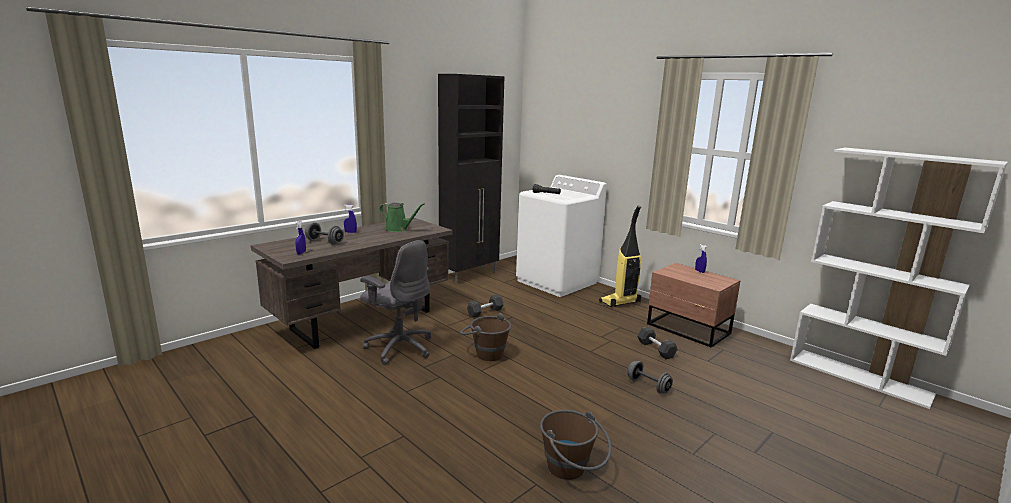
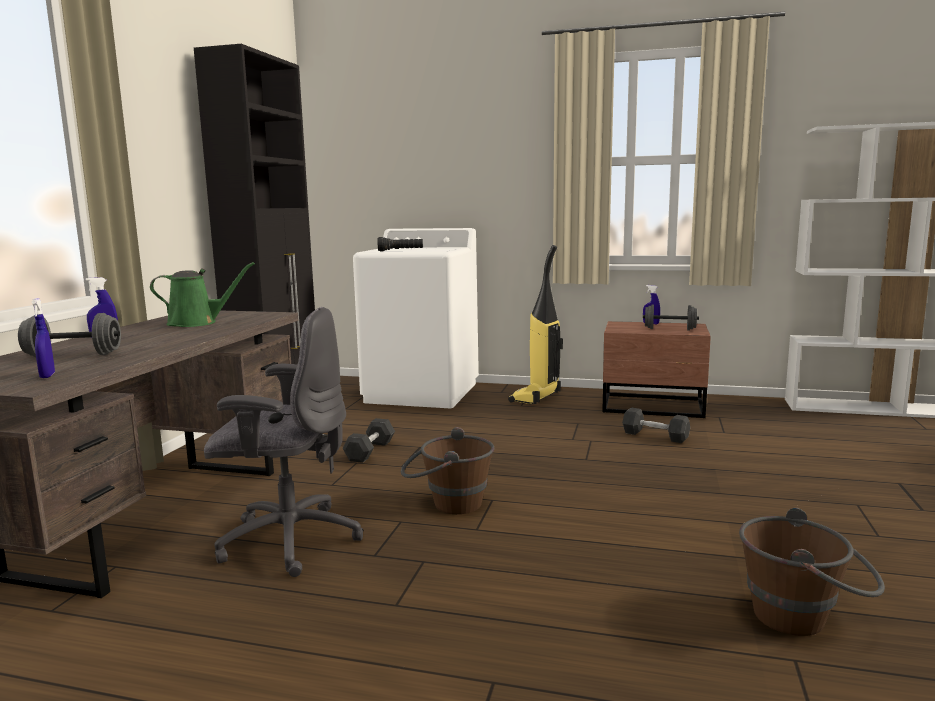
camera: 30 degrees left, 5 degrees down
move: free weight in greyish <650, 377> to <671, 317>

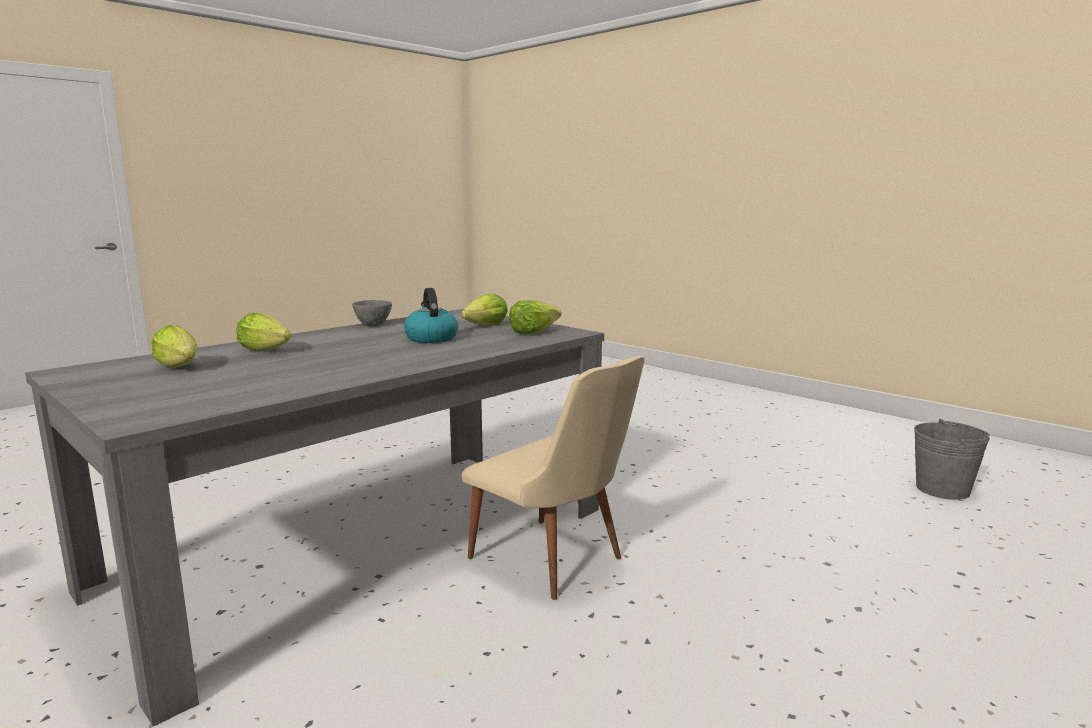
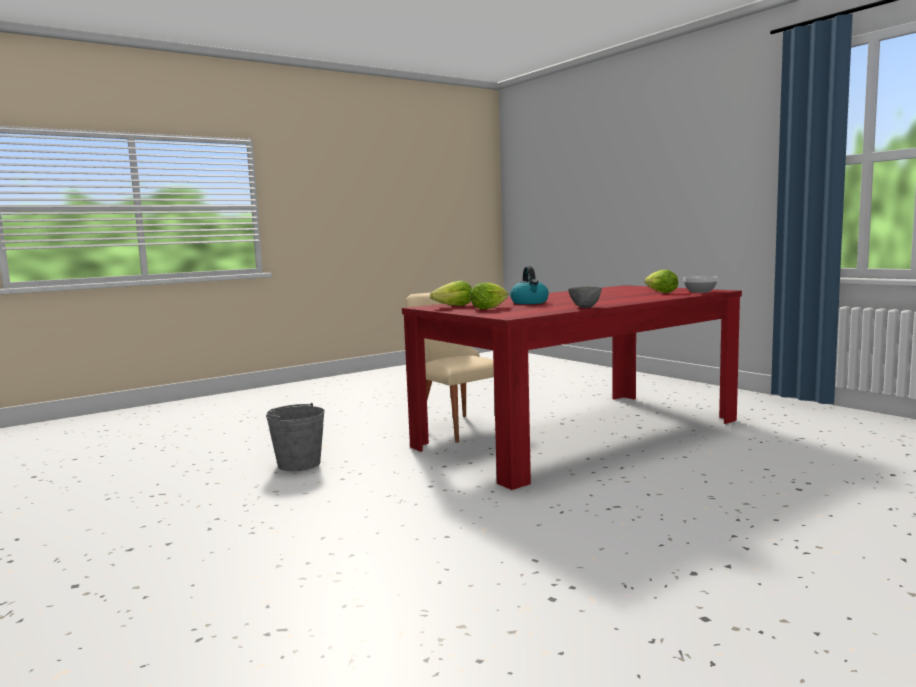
camera: 170 degrees left, 5 degrees down
delete: lettuce head <263, 332>
insert: deep dish <701, 284>
move: water bucket in greyish <952, 459> to <295, 437>
recolor: dining table in greyish <314, 518> to dining table in red <572, 387>

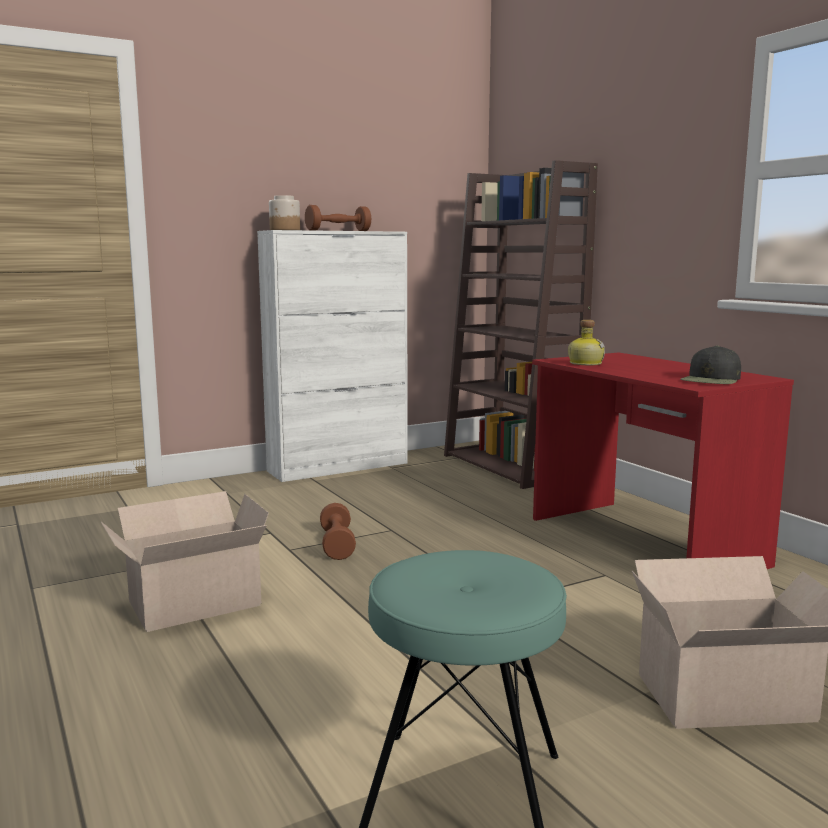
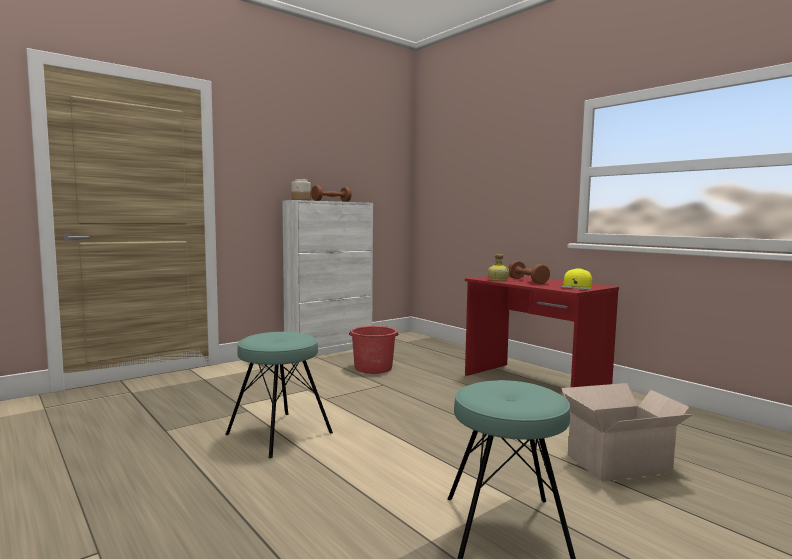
camera: 10 degrees left, 5 degrees down
delete: shelving unit in brownish <521, 324>
insert: water bucket in red <374, 350>
move: free weight in brownish <338, 531> to <529, 272>
replace: cardboard box <185, 561> to stool in turquoise <279, 395>
recolor: baseball cap in blackish <710, 365> to baseball cap in yellowish <576, 278>

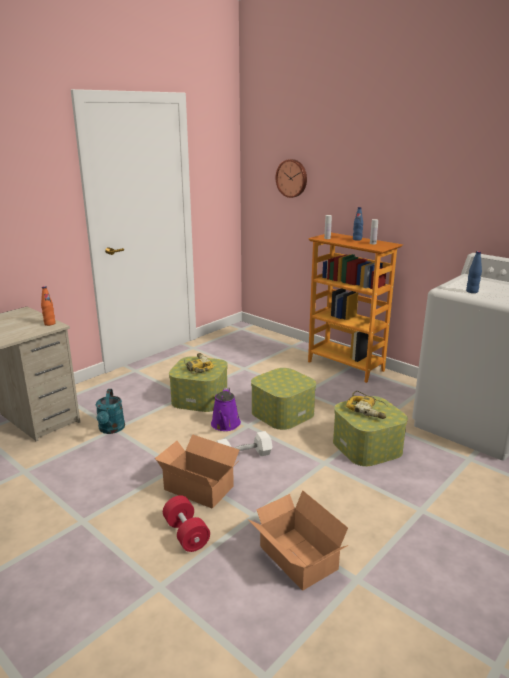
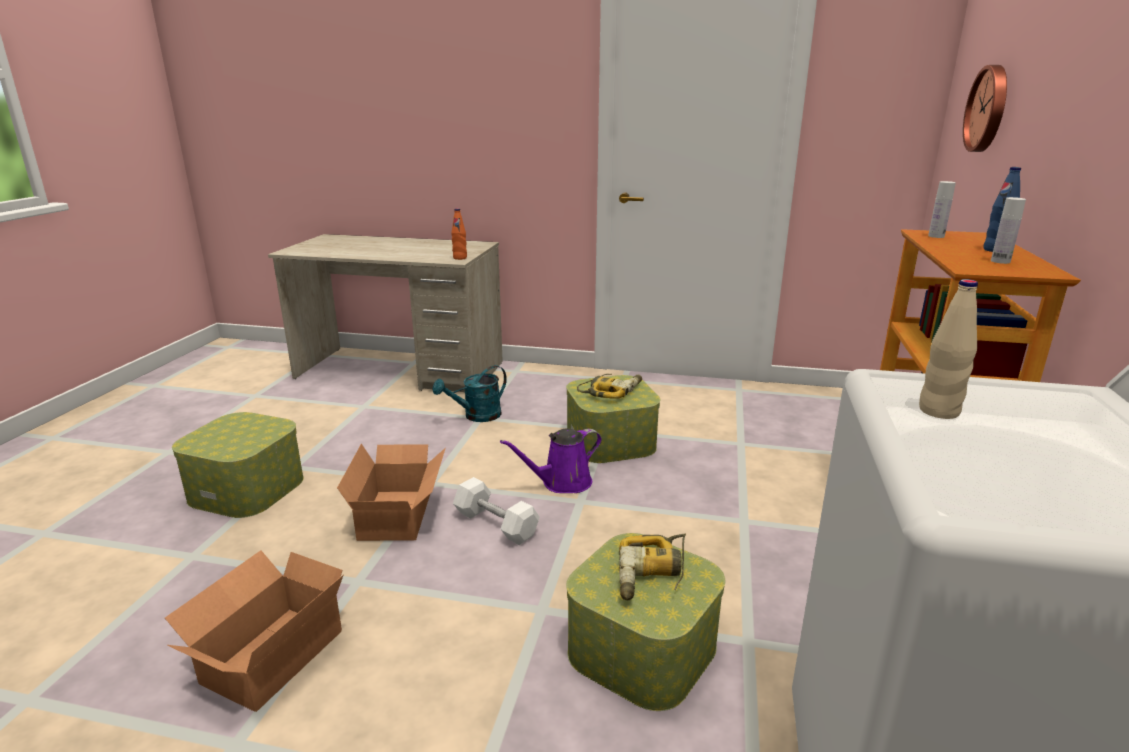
camera: 60 degrees right, 0 degrees up
delete: free weight in red <186, 523>
move: storage bin <283, 399> to <238, 465>
recolor: bottle in blue <474, 272> to bottle in sand-coloured <948, 349>

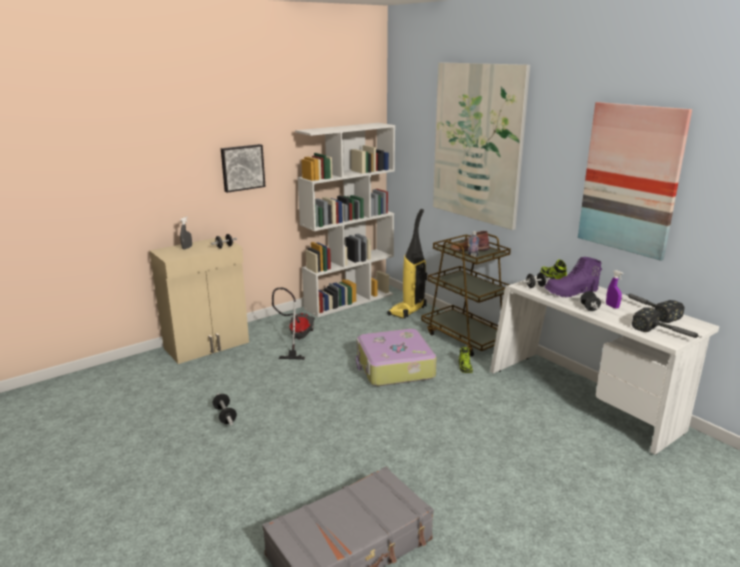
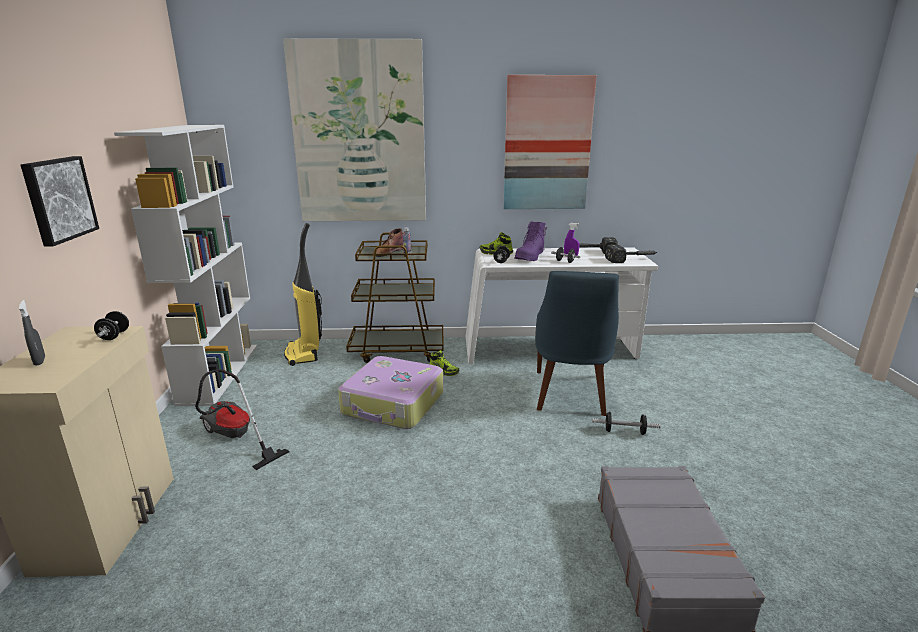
camera: 55 degrees left, 0 degrees up
insert: plain chair in blue <577, 343>
move: free weight <225, 409> to <626, 423>

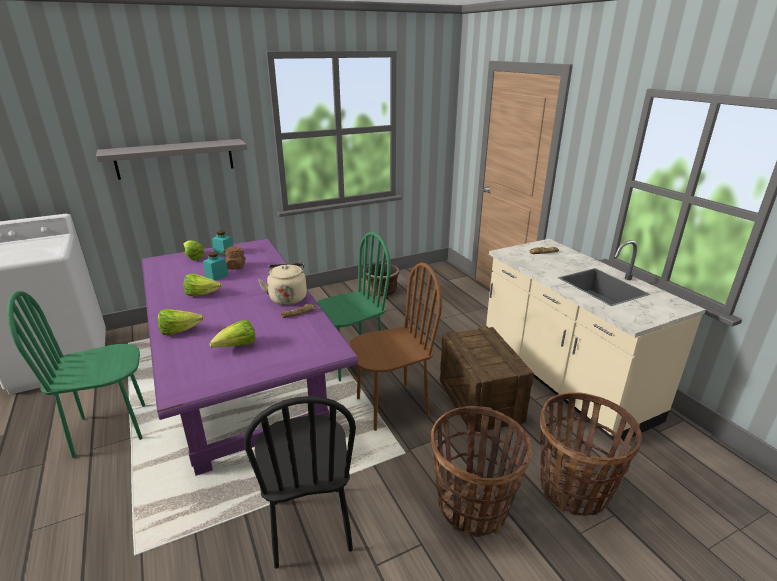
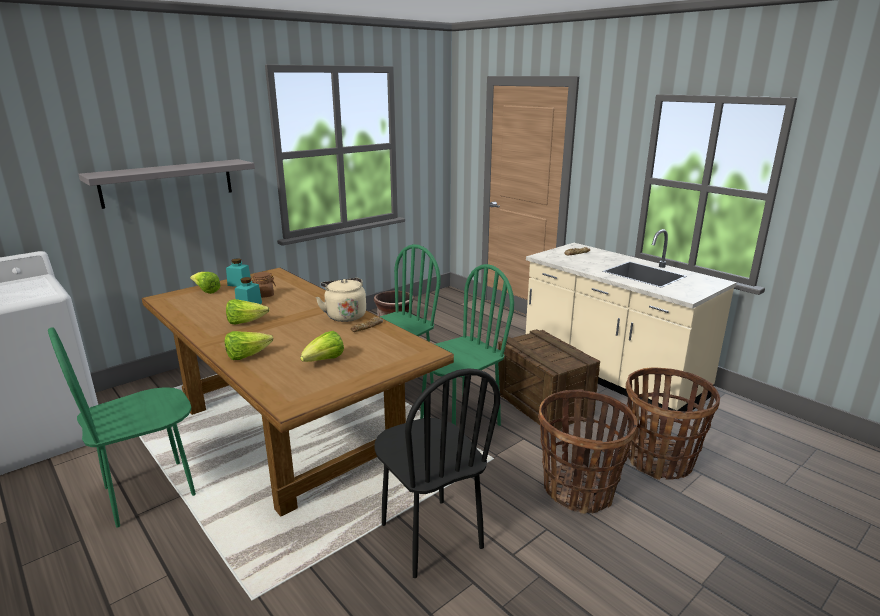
camera: 15 degrees left, 5 degrees down
recolor: dining table in purplish <250, 357> to dining table in brownish <298, 392>; plain chair in brownish <395, 347> to plain chair in green-coloured <467, 345>

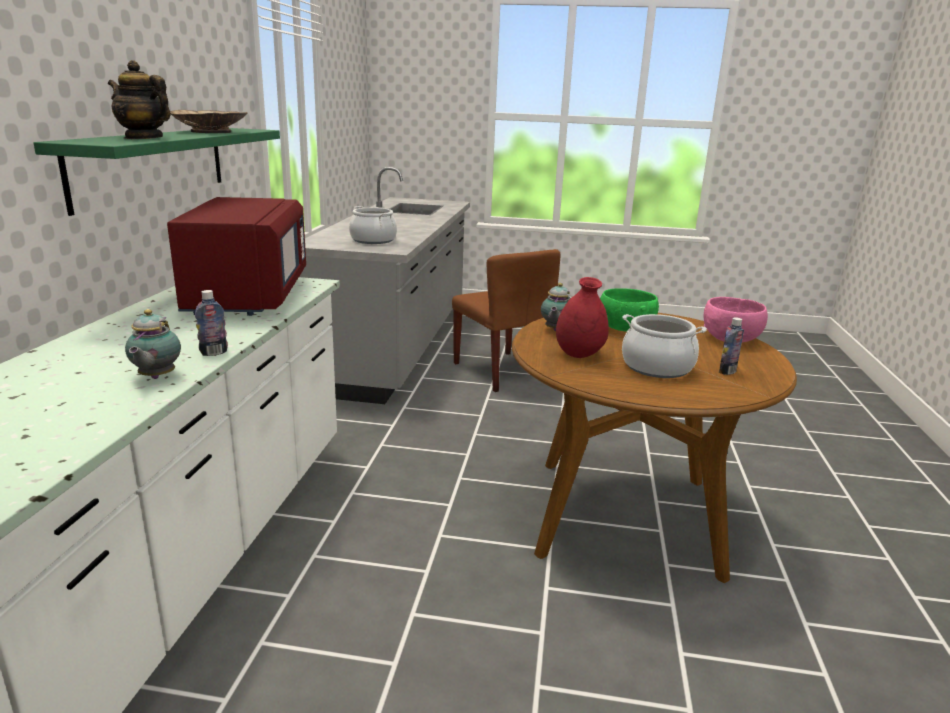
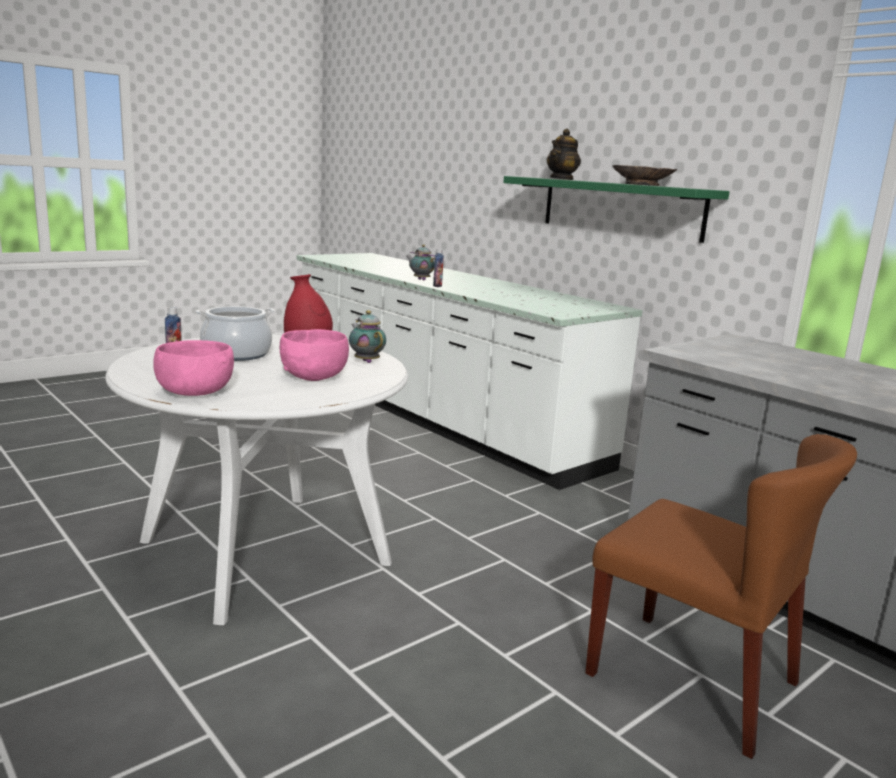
camera: 130 degrees right, 5 degrees down
delete: kitchen microwave in red <236, 256>; stockpot <373, 225>
recolor: deep dish in green-coloured <629, 310> to deep dish in pink <314, 355>; dining table in brownish <654, 448> to dining table in white-coloured <256, 480>
rotate: pot for tea <139, 99> = <563, 154> 150 degrees clockwise; plain chair in brownish <506, 320> = <721, 596> 150 degrees counterclockwise

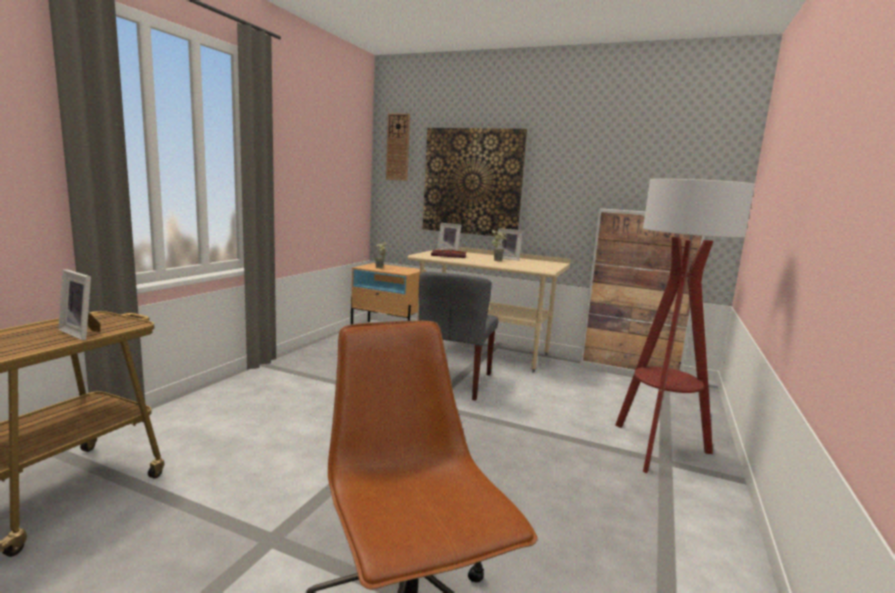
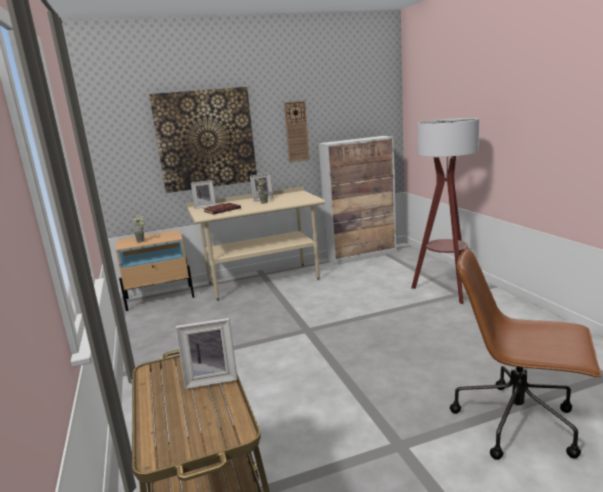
camera: 40 degrees left, 5 degrees up
delete: plain chair in greyish <458, 336>
move: clock on the wall <398, 147> to <297, 131>

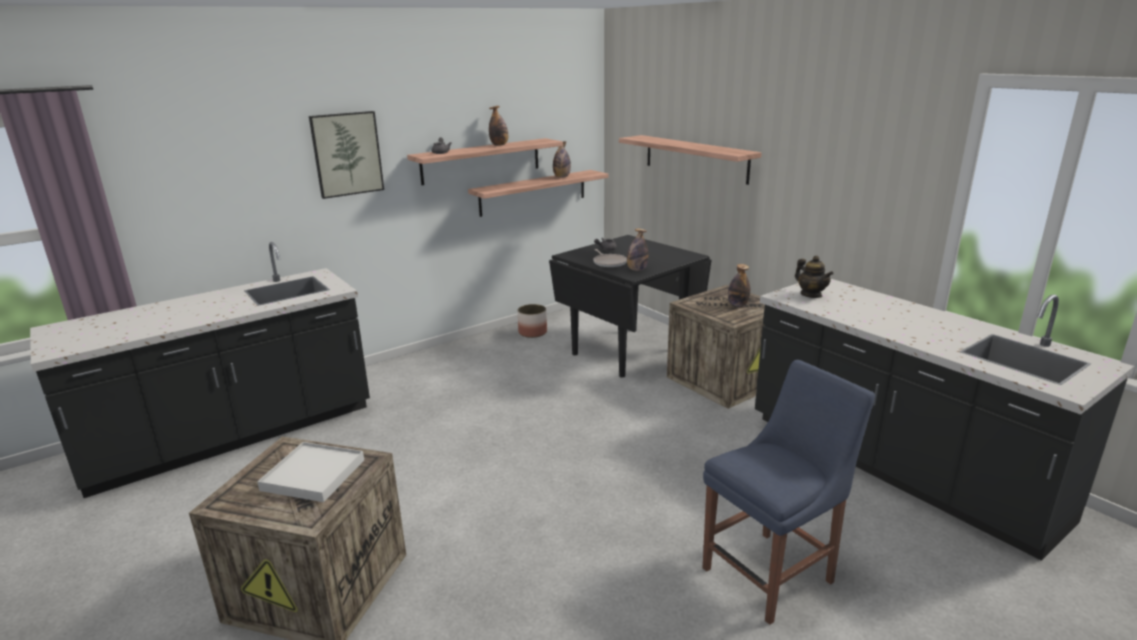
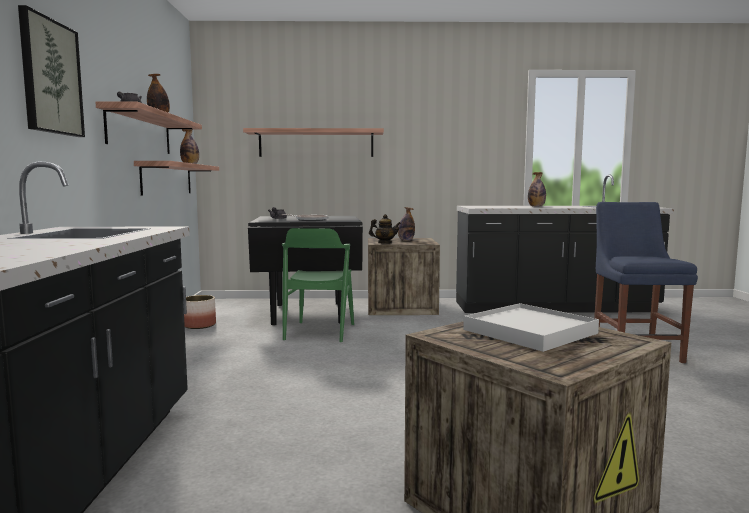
camera: 55 degrees left, 15 degrees down
insert: plain chair in green-coloured <318, 285>
move: bottle <638, 250> to <537, 189>; pot for tea <814, 277> to <385, 229>

